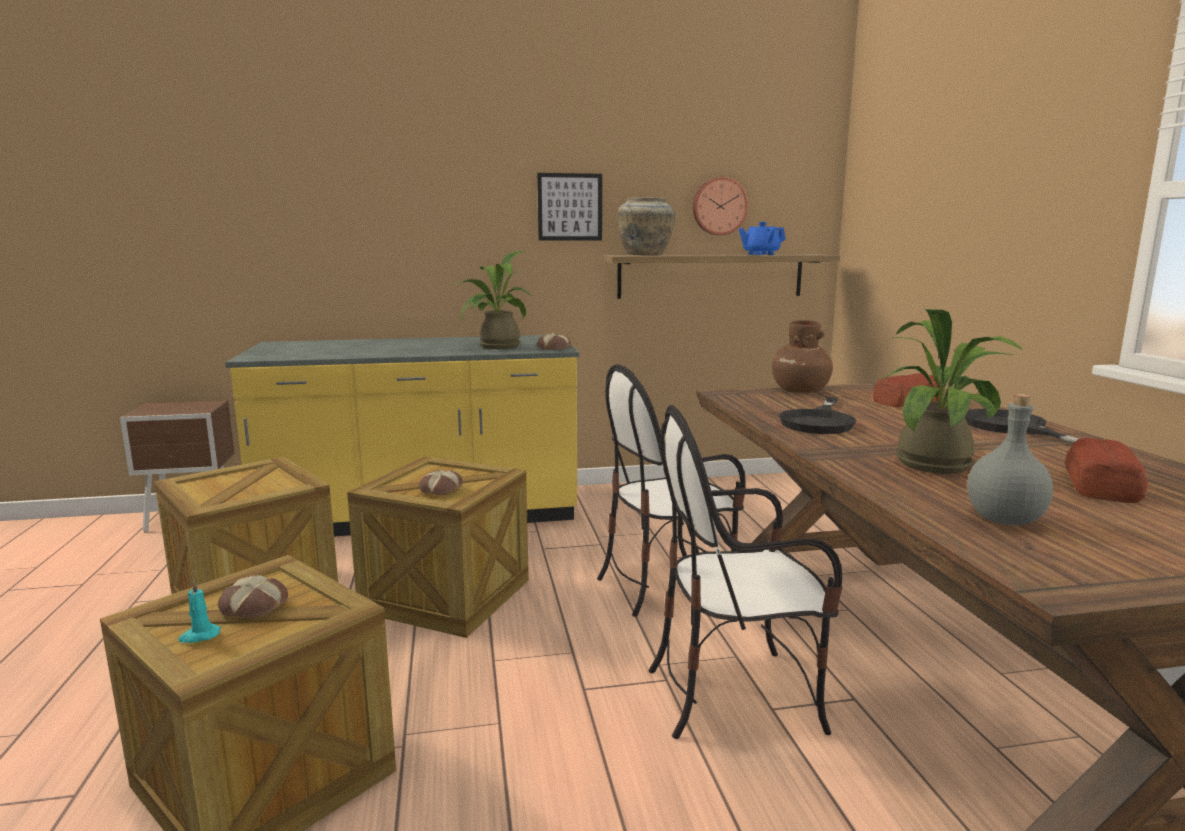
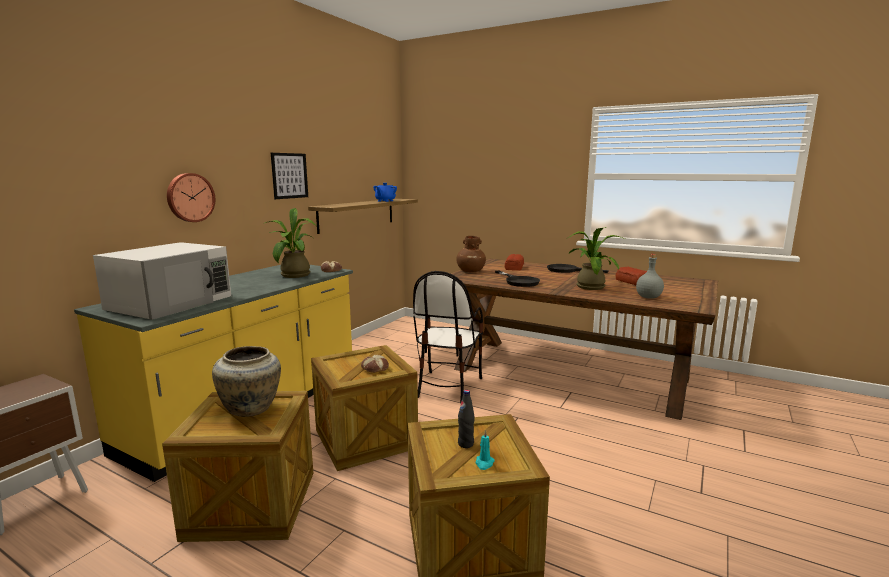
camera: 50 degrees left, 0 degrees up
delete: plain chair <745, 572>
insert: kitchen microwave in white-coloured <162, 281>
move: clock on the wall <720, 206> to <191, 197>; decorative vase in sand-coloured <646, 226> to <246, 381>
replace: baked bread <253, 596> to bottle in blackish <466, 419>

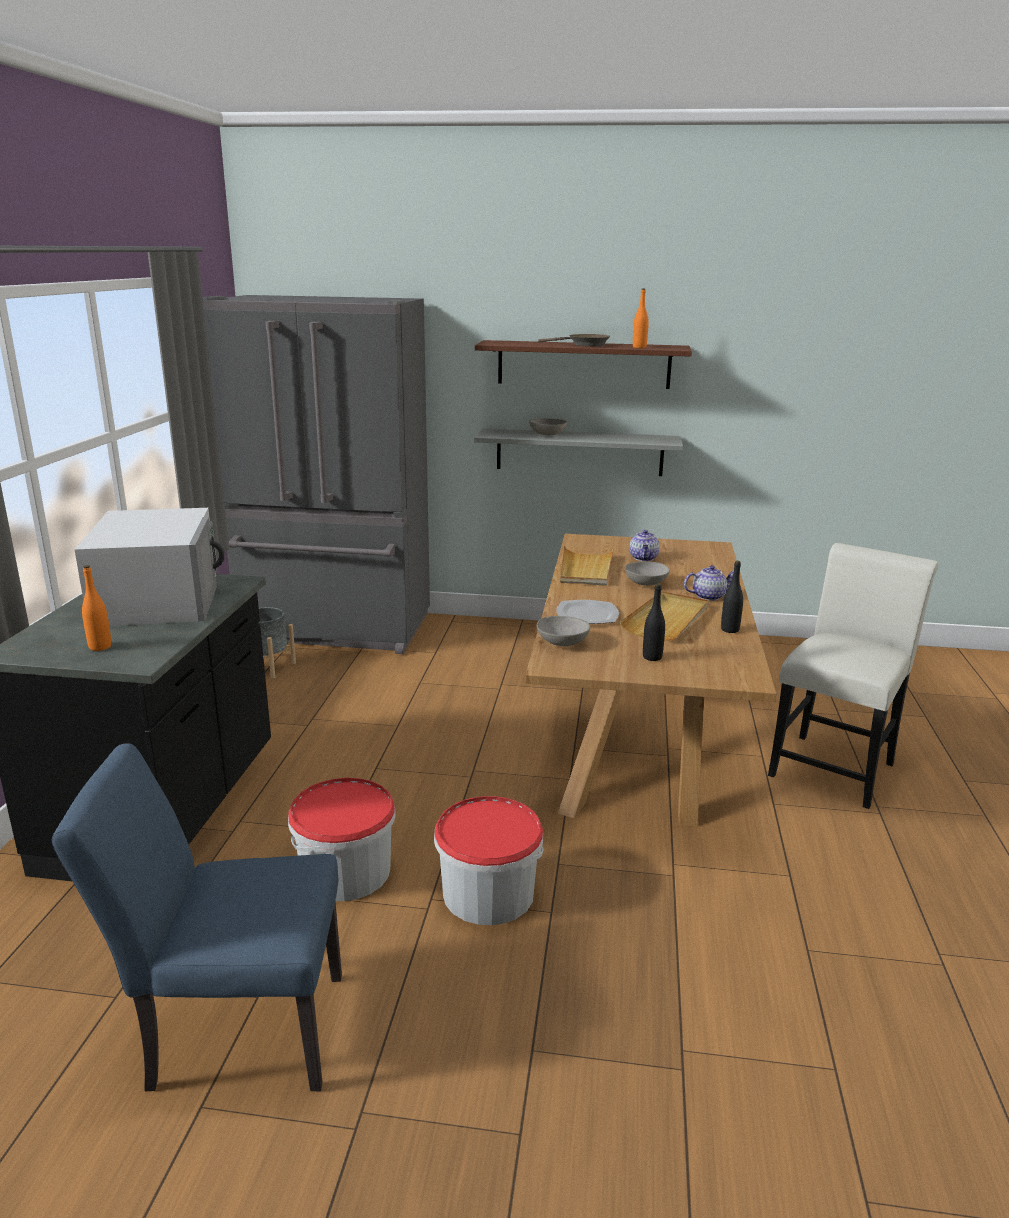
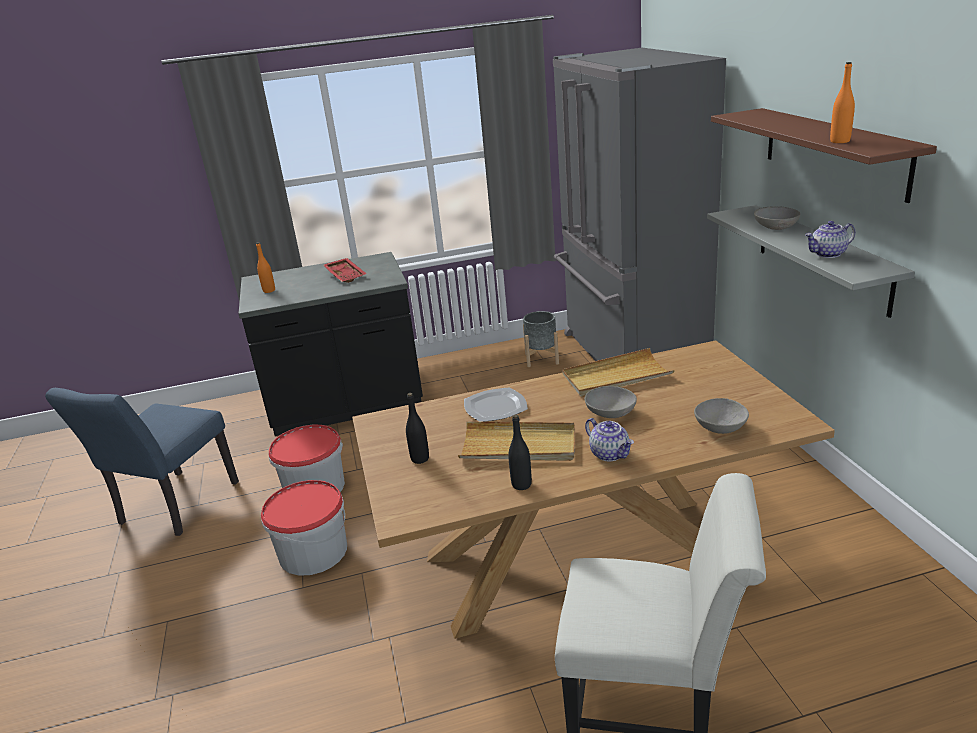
camera: 70 degrees right, 5 degrees up
delete: skillet in brownish <574, 340>
move: pot for tea <644, 545> to <830, 239>; deep dish in greyish <563, 631> to <721, 416>
replace: kitchen microwave in white-coloured <149, 567> to serving tray in red <345, 270>
rotate: plain chair in blue <197, 917> = <142, 462> 135 degrees counterclockwise

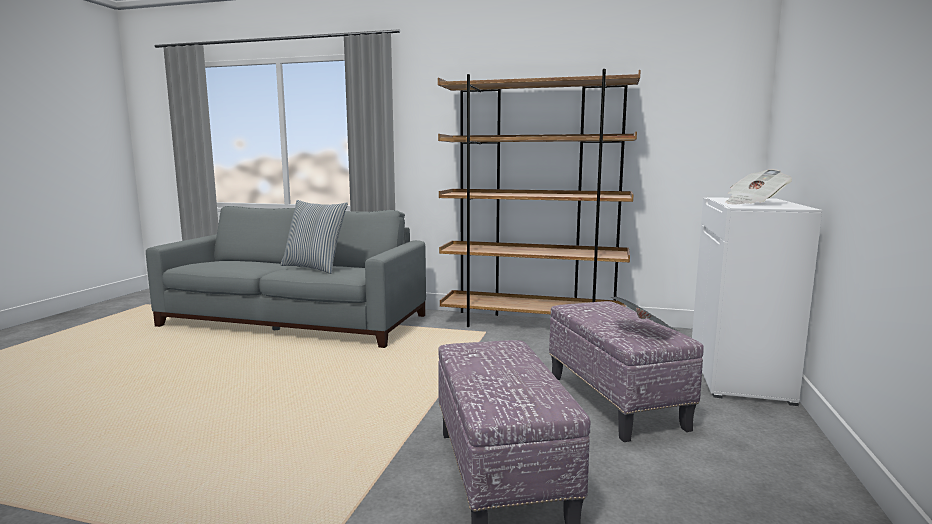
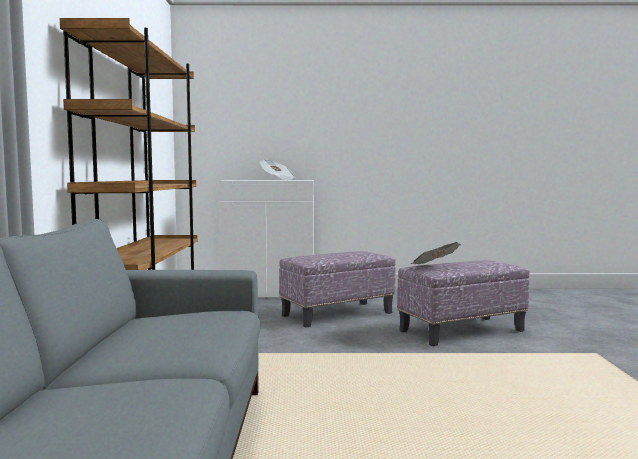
camera: 105 degrees left, 5 degrees down
delete: throw pillow <314, 237>
move: printed paper <644, 313> to <436, 253>

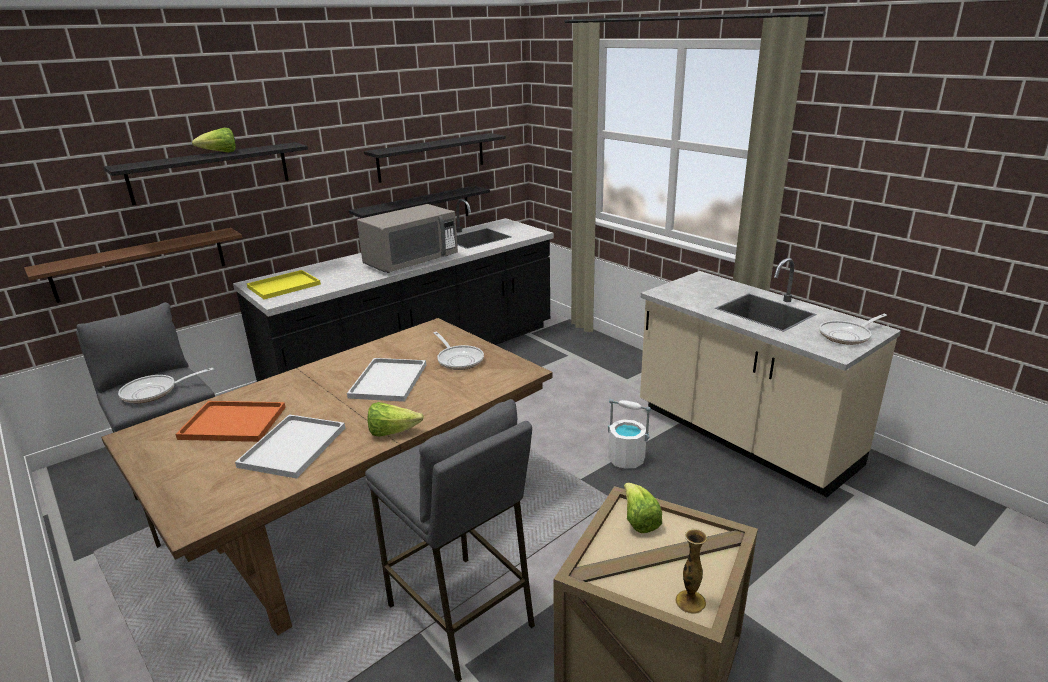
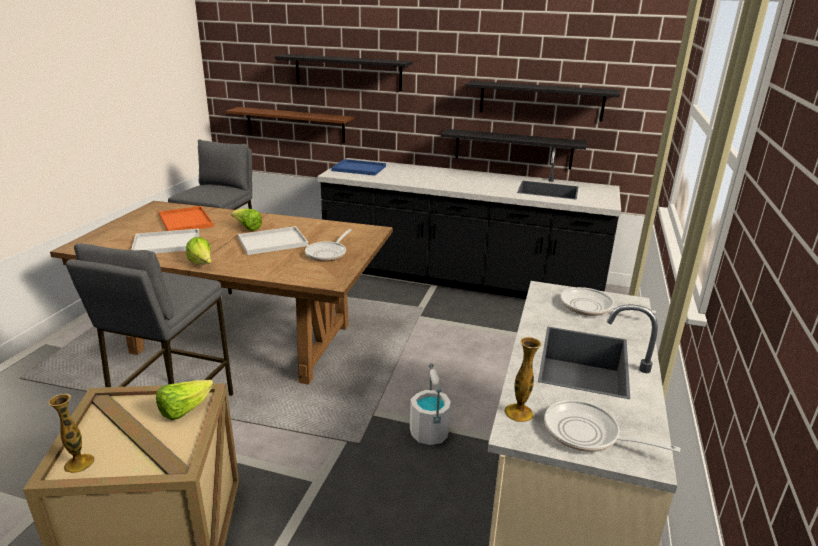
camera: 55 degrees right, 0 degrees up
delete: kitchen microwave in greyish <407, 238>
insert: decorative vase <523, 379>
move: lettuce head <214, 140> to <246, 219>; skillet <166, 385> to <608, 301>
recolor: serving tray in yellowish <284, 285> to serving tray in blue <358, 167>

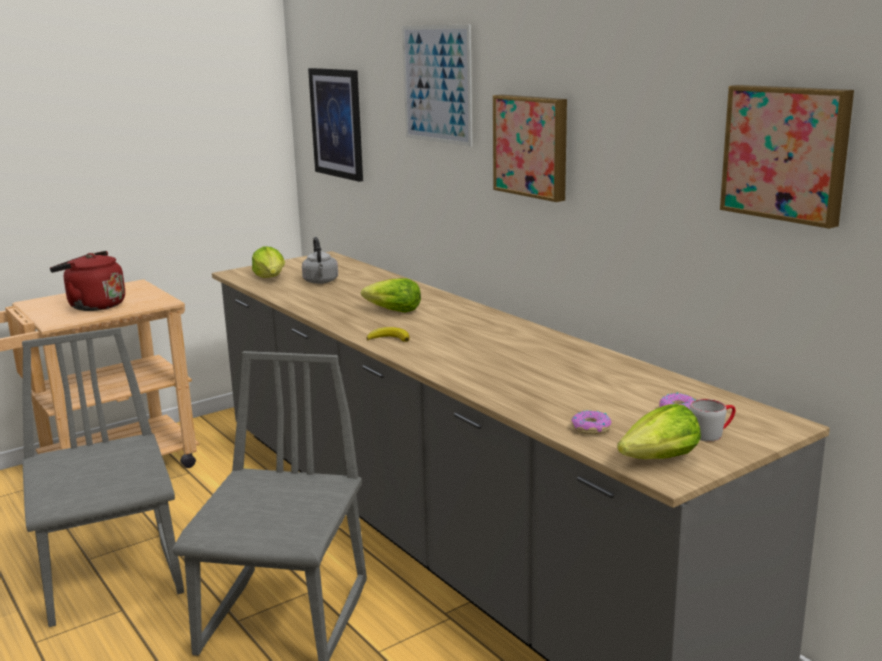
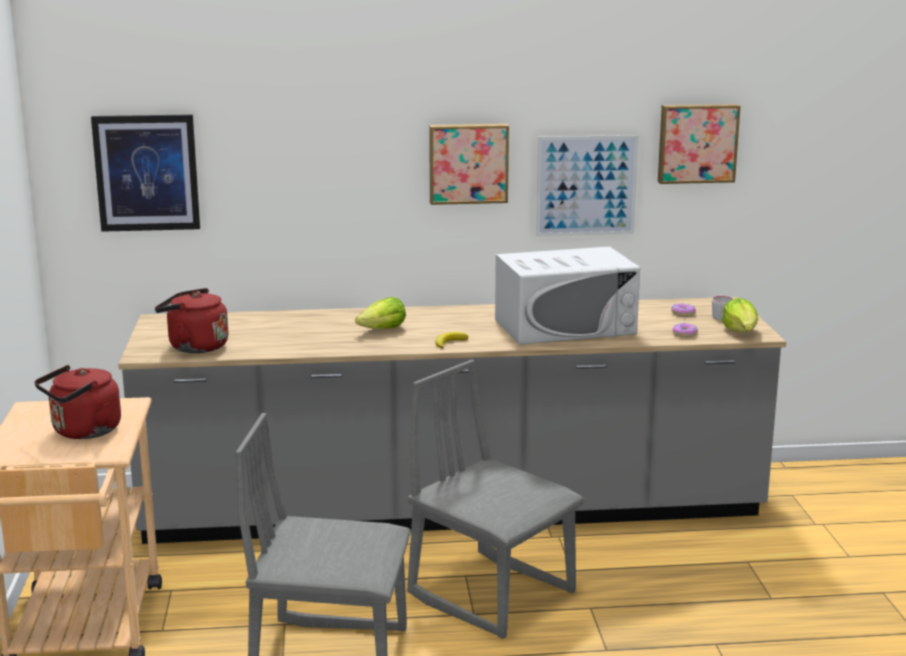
camera: 60 degrees left, 0 degrees up
delete: kettle in greyish <320, 260>
insert: kitchen microwave in white-coloured <567, 295>
move: picture <437, 86> to <587, 185>
replace: lettuce head <268, 262> to kettle in red <192, 320>

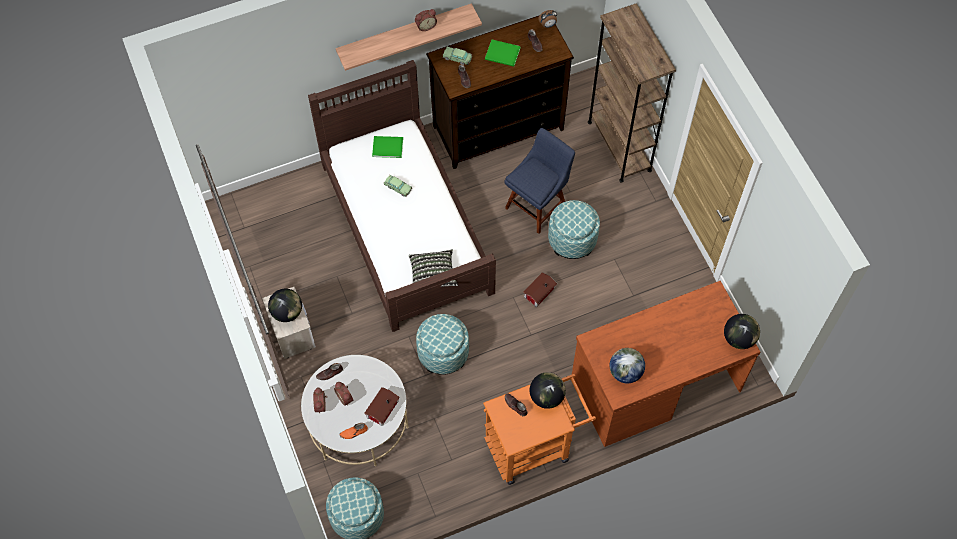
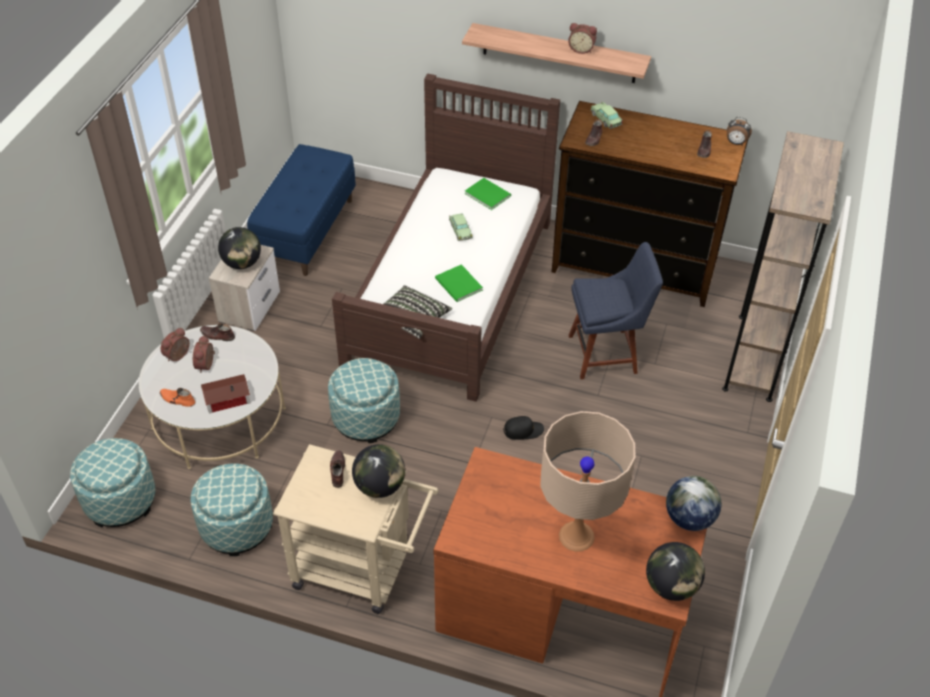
camera: 40 degrees right, 15 degrees down
insert: long seat in blue <301, 210>; tabletop lamp in sand-coloured <587, 481>
move: bound book in green-coloured <503, 53> to <459, 283>; footrest <574, 229> to <232, 510>; world globe <627, 365> to <694, 503>
replace: model house <540, 289> to baseball cap in blackish <523, 428>
recolor: trolley in orange <539, 429> to trolley in sand-coloured <356, 529>

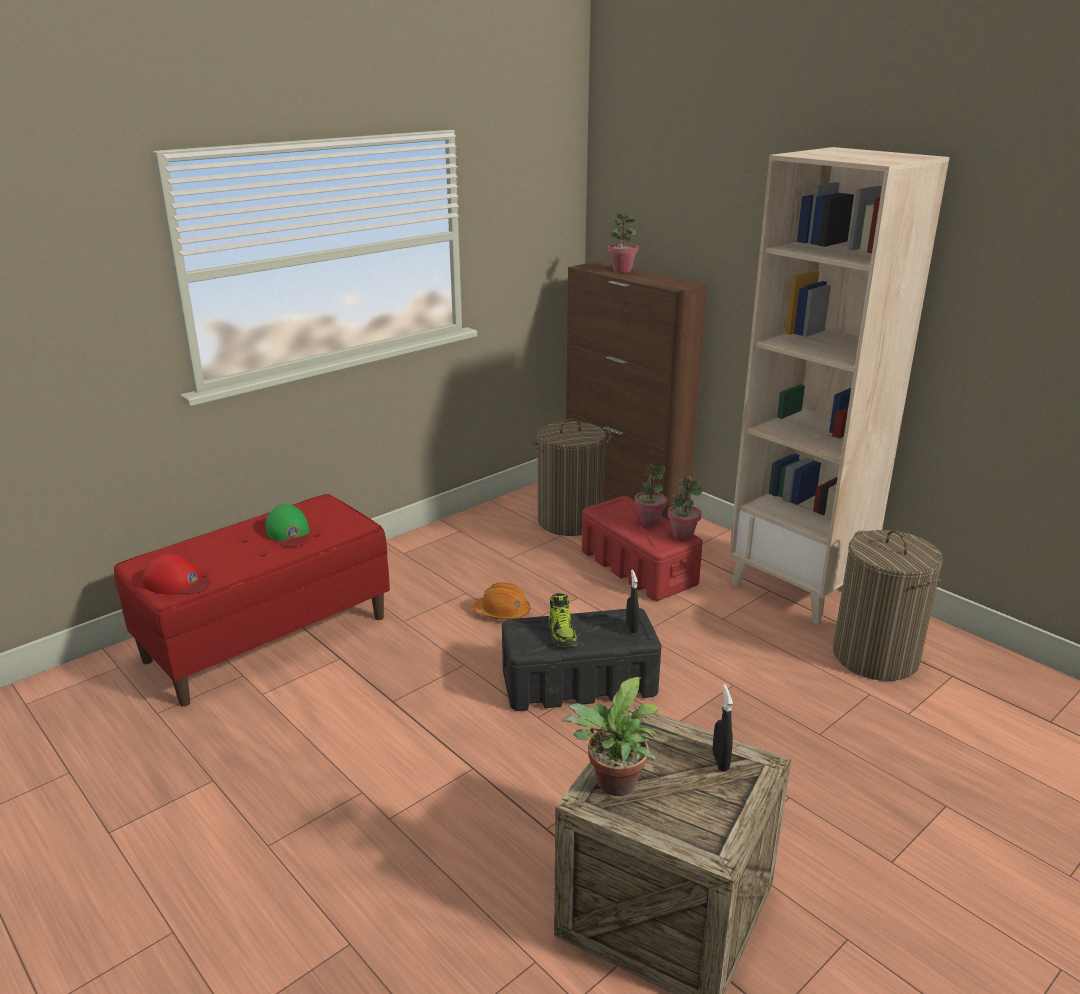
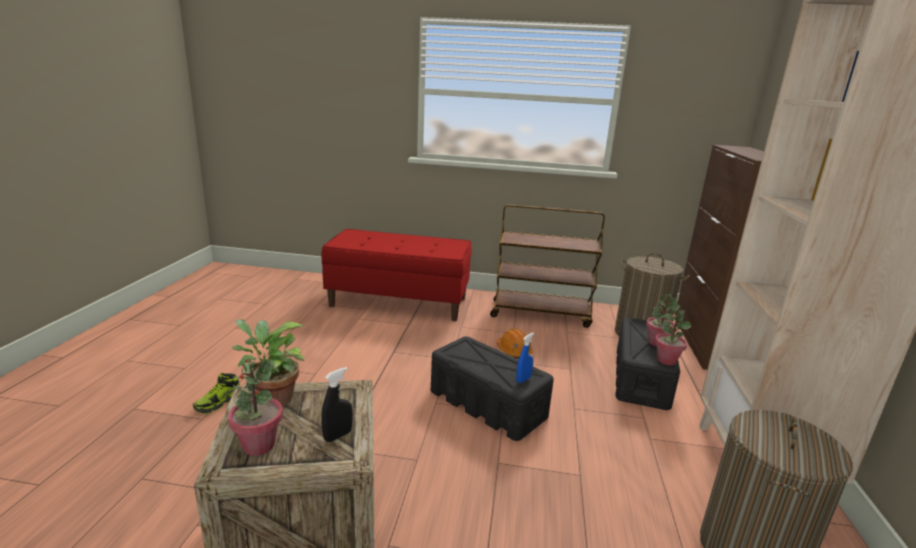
camera: 50 degrees right, 5 degrees down
delete: baseball cap in green-coloured <288, 525>; baseball cap in red <177, 574>
insert: trolley in brownish <547, 266>
move: potted plant <623, 242> to <255, 407>; low shoe <563, 620> to <216, 393>
recolor: storage bin in red <642, 548> to storage bin in blackish <648, 363>; sprayer in blackish <632, 601> to sprayer in blue <525, 358>

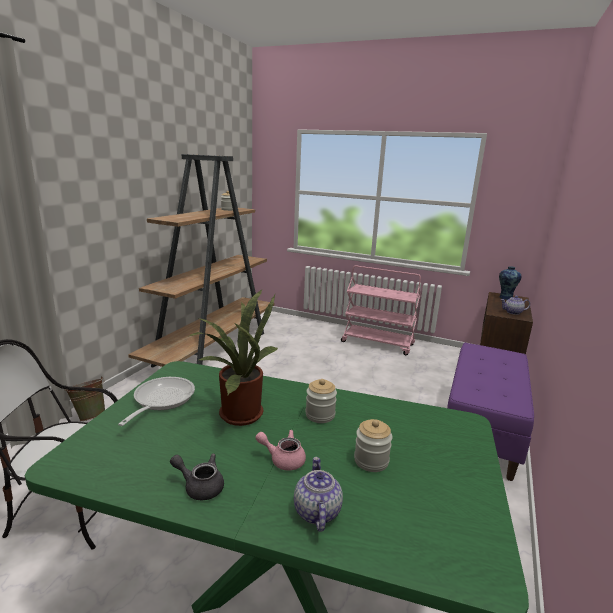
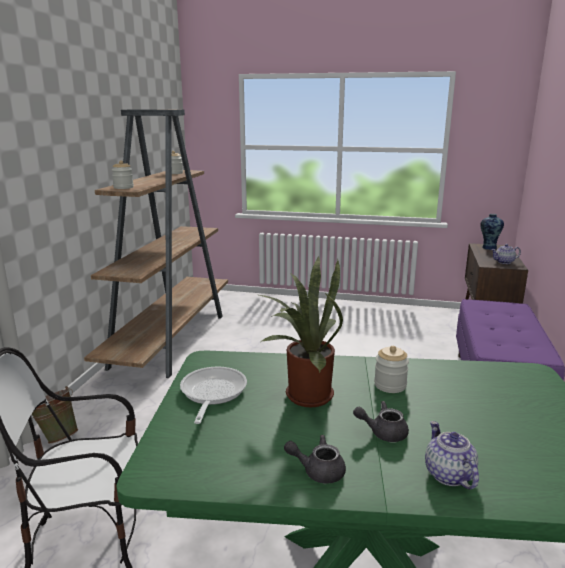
camera: 10 degrees left, 0 degrees up
delete: trolley in pink <381, 310>
move: storage jar <373, 445> to <123, 174>
recolor: pot for tea in pink <281, 450> to pot for tea in greyish <381, 421>

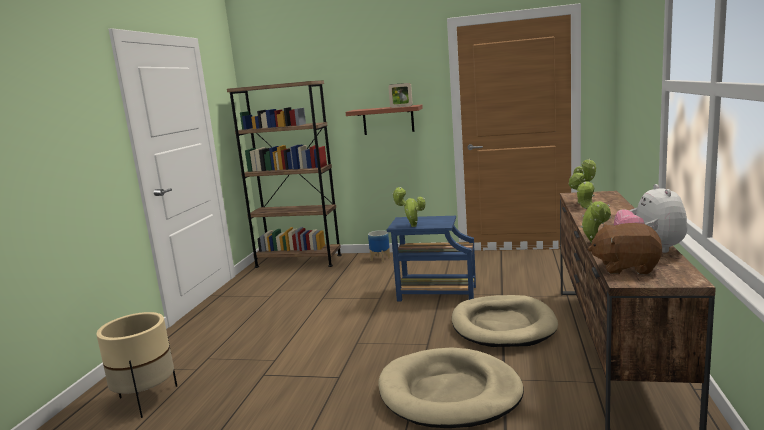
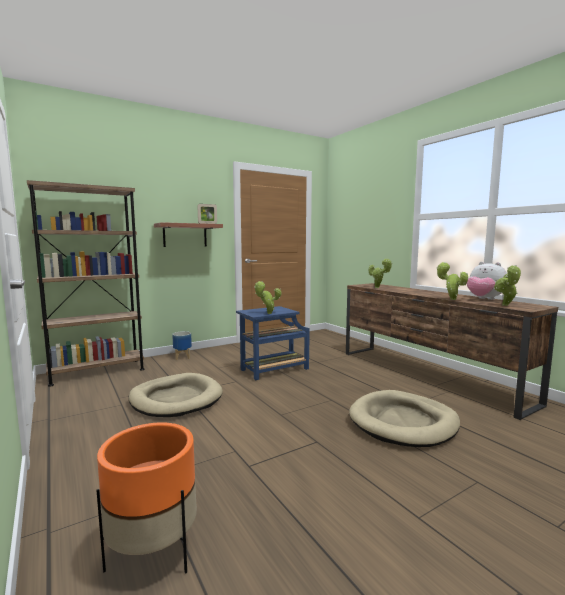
camera: 45 degrees left, 5 degrees down
move: dog cushion in sand-coloured <505, 321> to <176, 395>
replace: soft toy in brownish <625, 248> to potted plant <507, 285>
recolor: flower pot in sand-coloured <136, 365> to flower pot in orange <146, 497>

